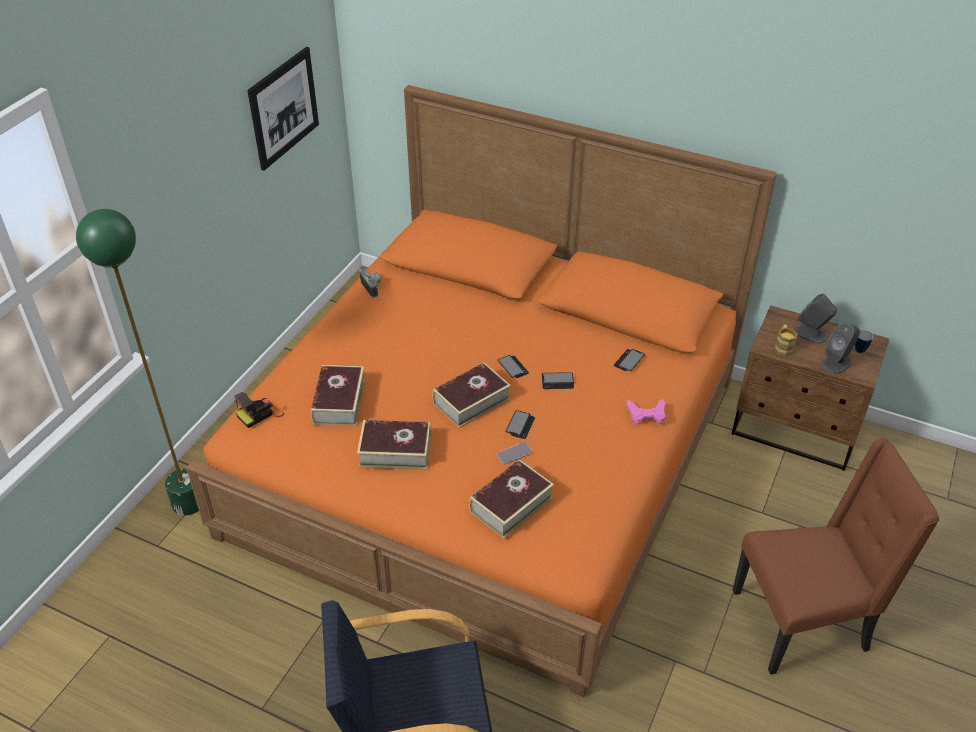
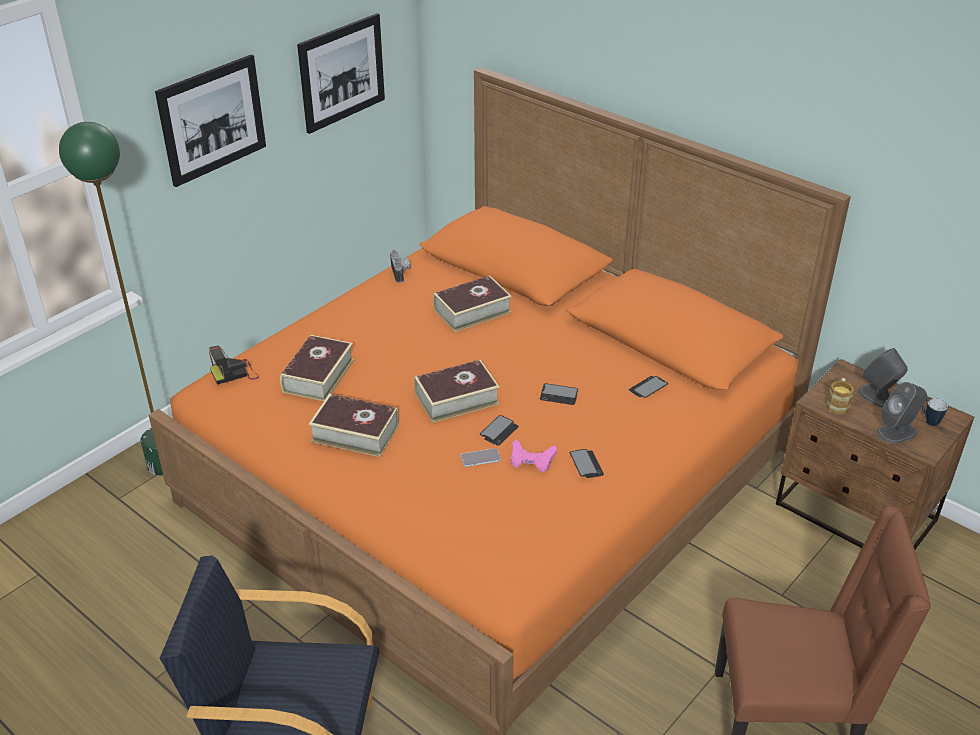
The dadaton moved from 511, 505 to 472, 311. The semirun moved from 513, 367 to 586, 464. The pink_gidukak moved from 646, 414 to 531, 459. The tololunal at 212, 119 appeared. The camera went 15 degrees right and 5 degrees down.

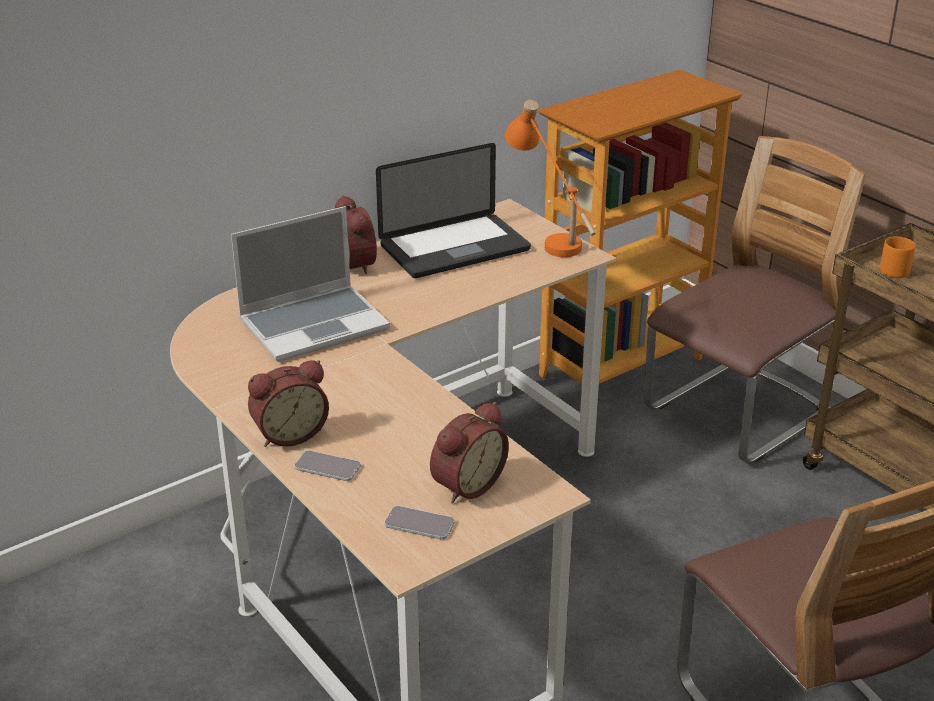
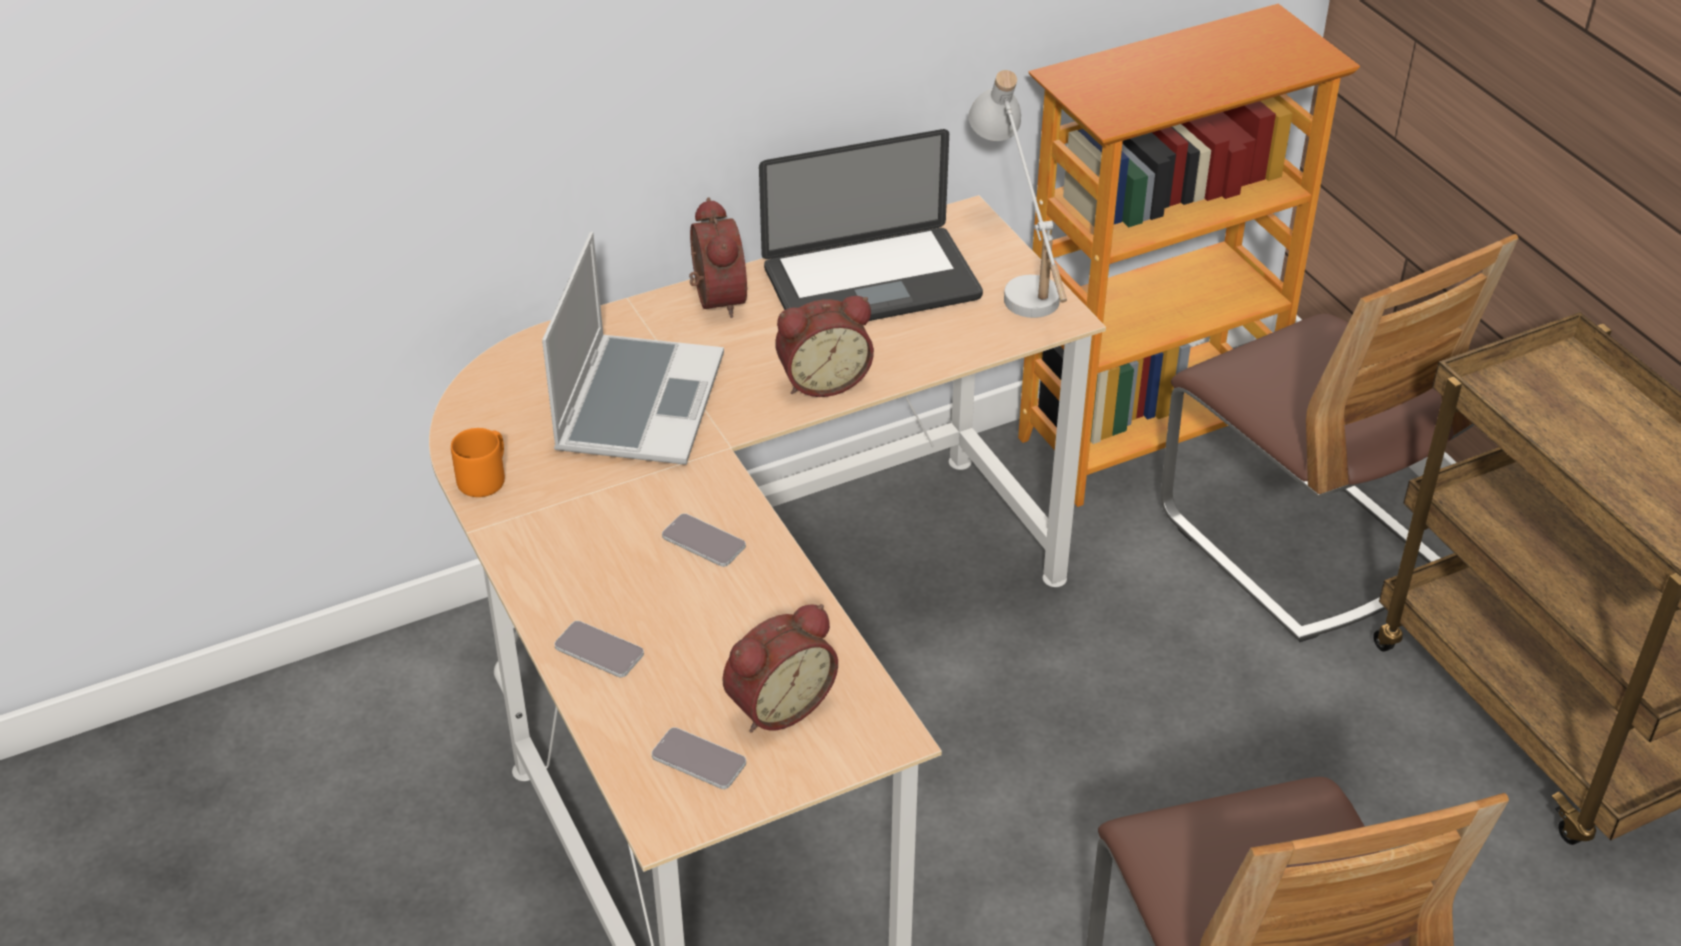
The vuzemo at 315, 324 turned 60 degrees counterclockwise. The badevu moved from 289, 433 to 822, 380. The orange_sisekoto at 550, 236 became the white_sisekoto at 1019, 276. The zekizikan at 737, 414 turned 90 degrees clockwise. The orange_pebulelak moved from 894, 269 to 485, 478. The semirun at 703, 541 appeared. The camera went 10 degrees right and 10 degrees up.

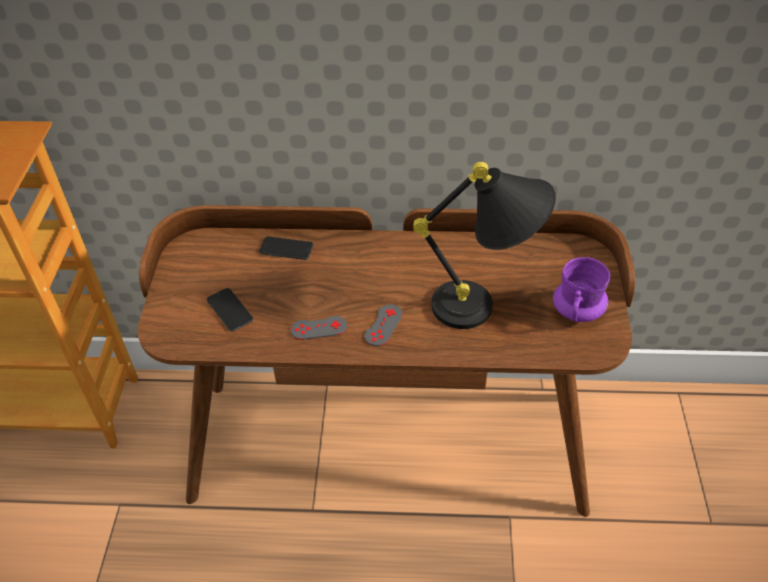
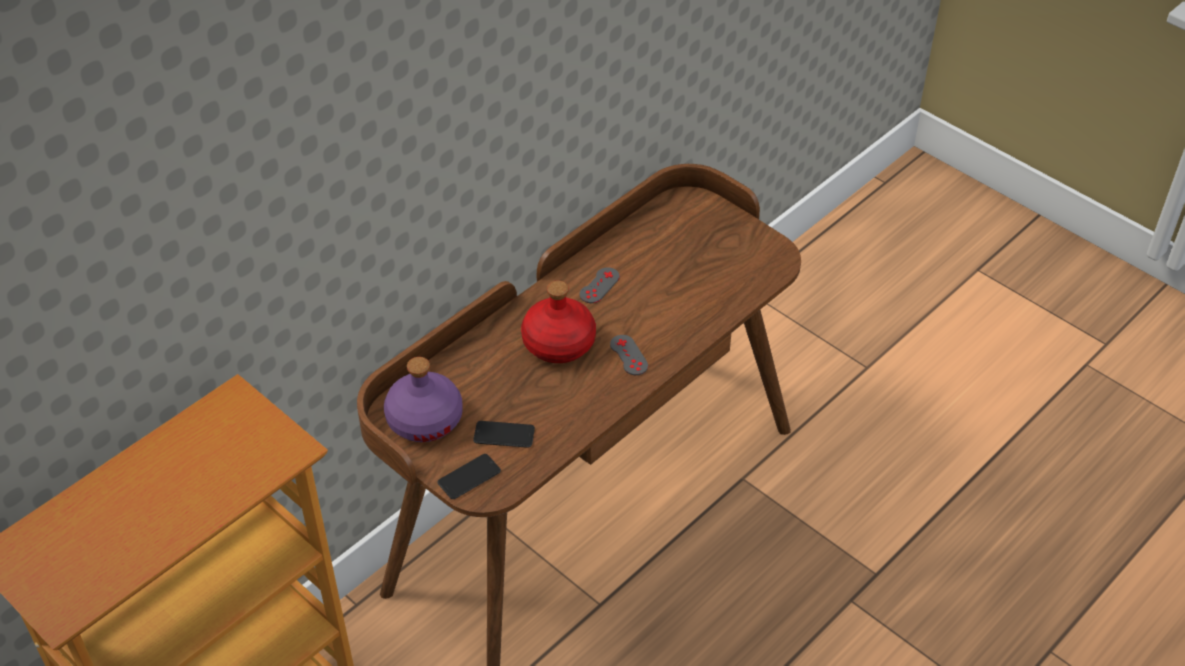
The semirun moved from 286, 249 to 469, 477. The grey_gidukak moved from 318, 328 to 599, 285. The black_sisekoto at 485, 307 disappeared. The purple_pebulelak at 577, 312 disappeared. The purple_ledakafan at 424, 419 appeared. The red_ledakafan at 559, 342 appeared. The camera went 50 degrees left and 0 degrees up.

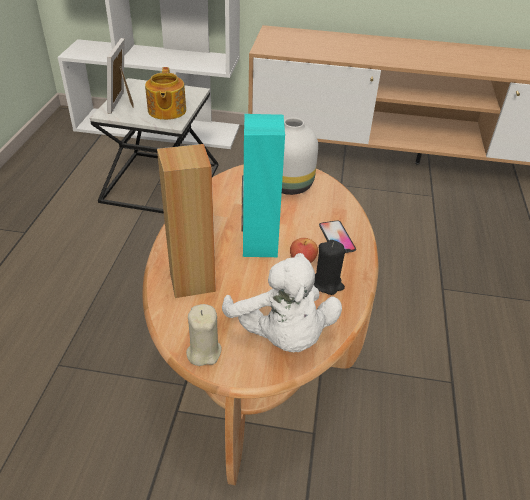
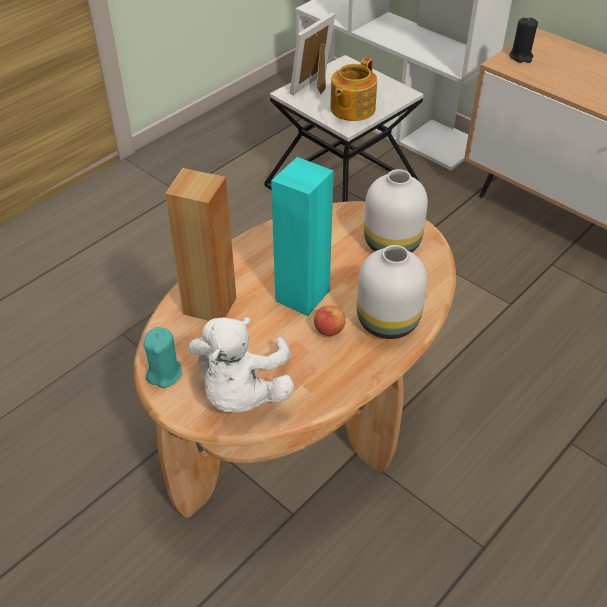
The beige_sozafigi at 203, 352 became the turquoise_sozafigi at 164, 373. The black_sozafigi moved from 327, 283 to 521, 57. The semirun at 336, 238 was replaced by the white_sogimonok at 386, 322. The camera went 35 degrees right and 5 degrees up.

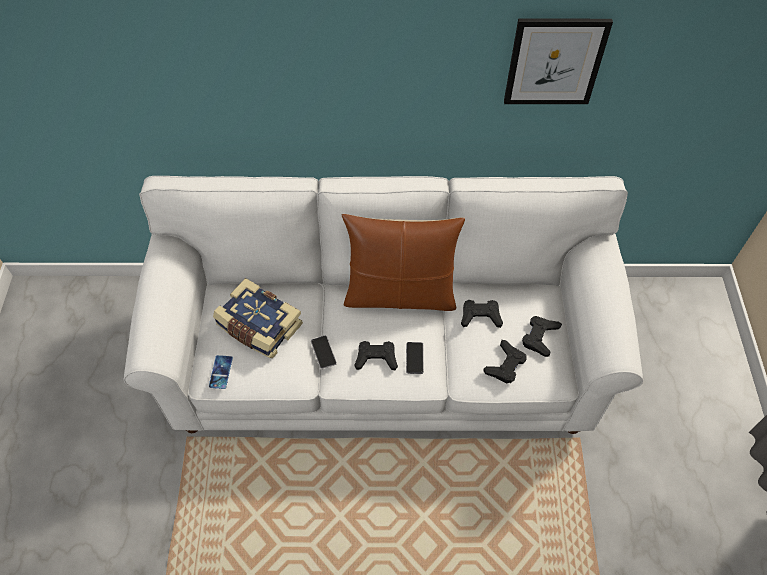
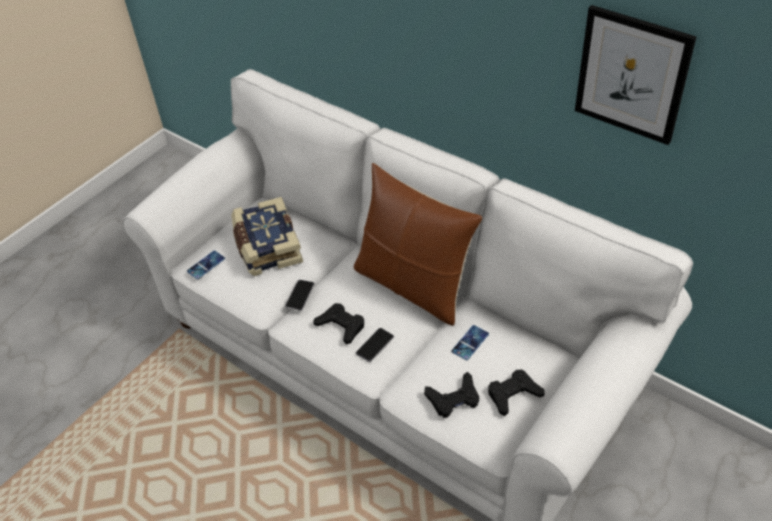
The black_gidukak at 480, 316 was replaced by the semirun at 470, 343. The camera went 40 degrees right and 10 degrees down.

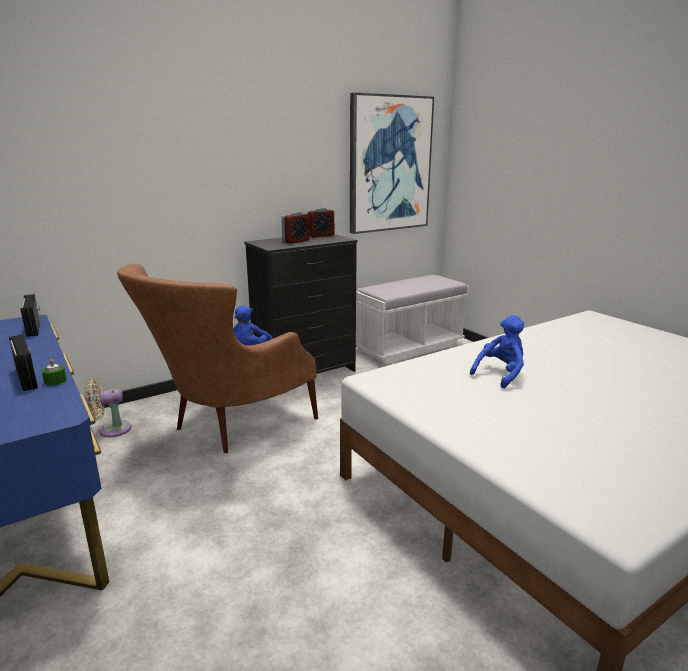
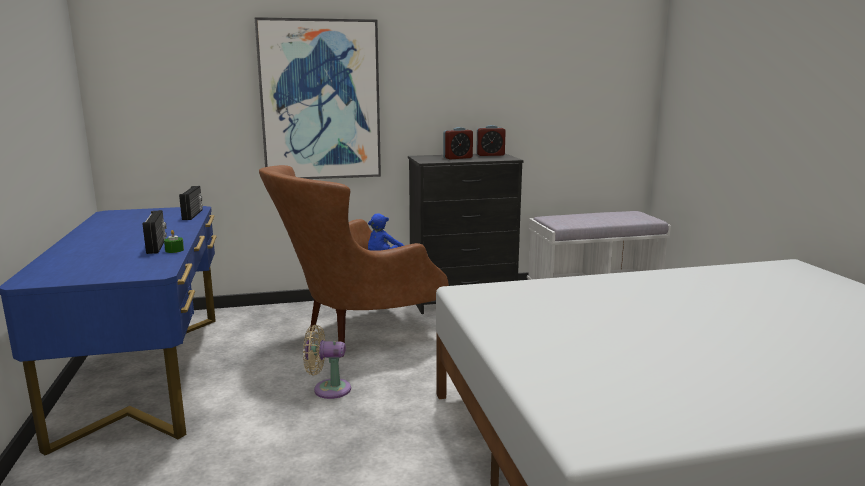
The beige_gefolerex moved from 111, 430 to 328, 389. The tololunal moved from 389, 164 to 320, 100. The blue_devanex at 500, 374 disappeared. The camera went 20 degrees right and 5 degrees down.

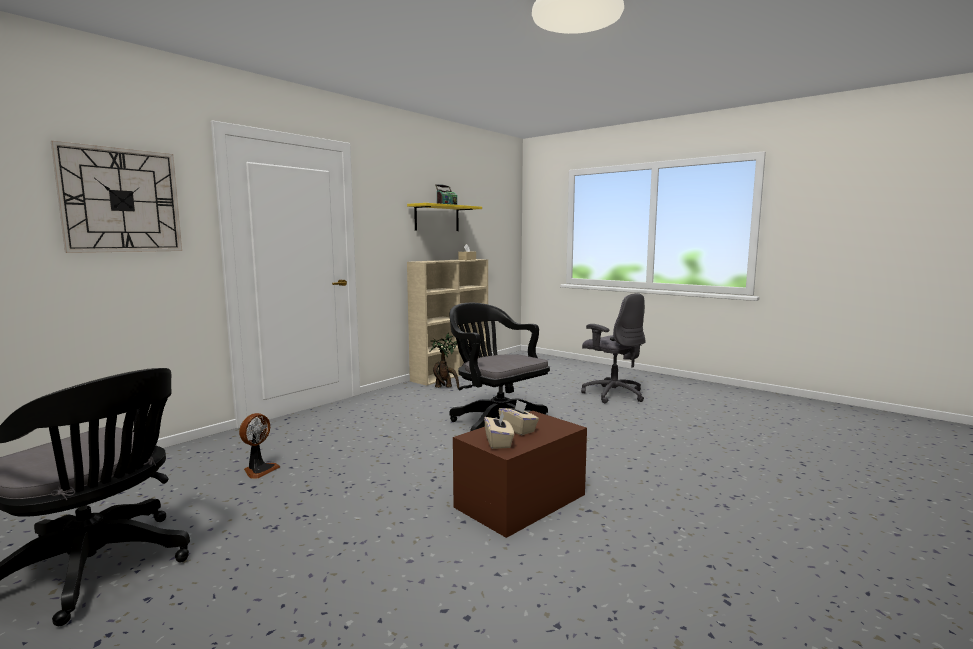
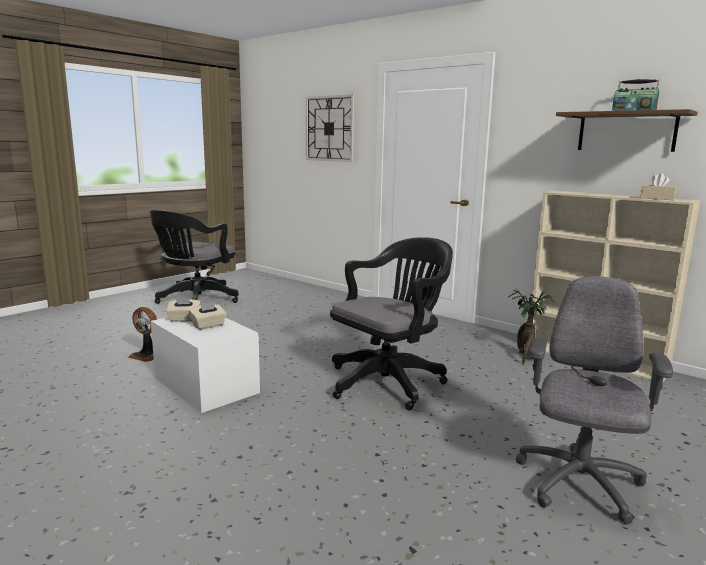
The gefolerex moved from 259, 470 to 146, 356. The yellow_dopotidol at 437, 218 became the brown_dopotidol at 626, 132. The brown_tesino at 520, 501 became the white_tesino at 205, 385. The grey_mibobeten at 613, 394 turned 150 degrees clockwise. The camera went 90 degrees right and 5 degrees up.

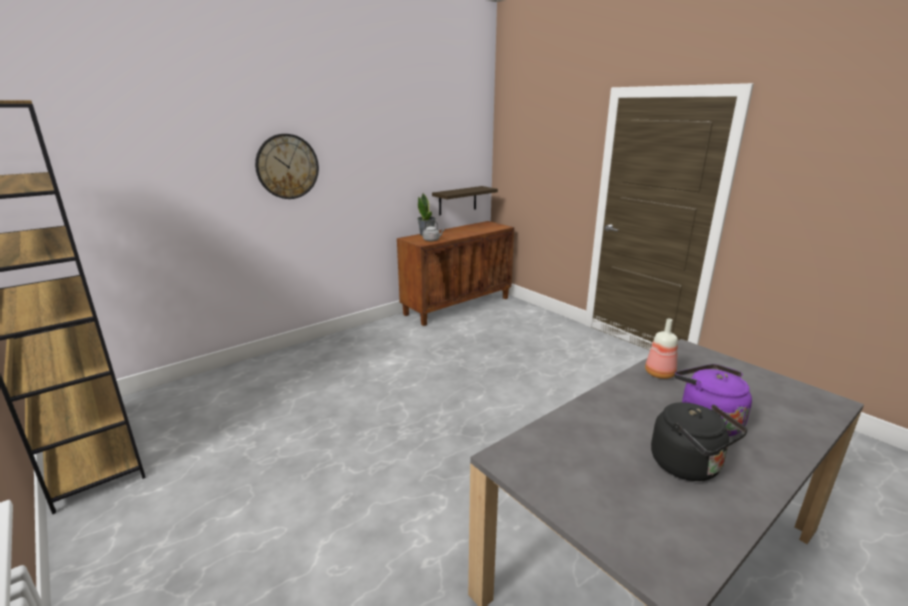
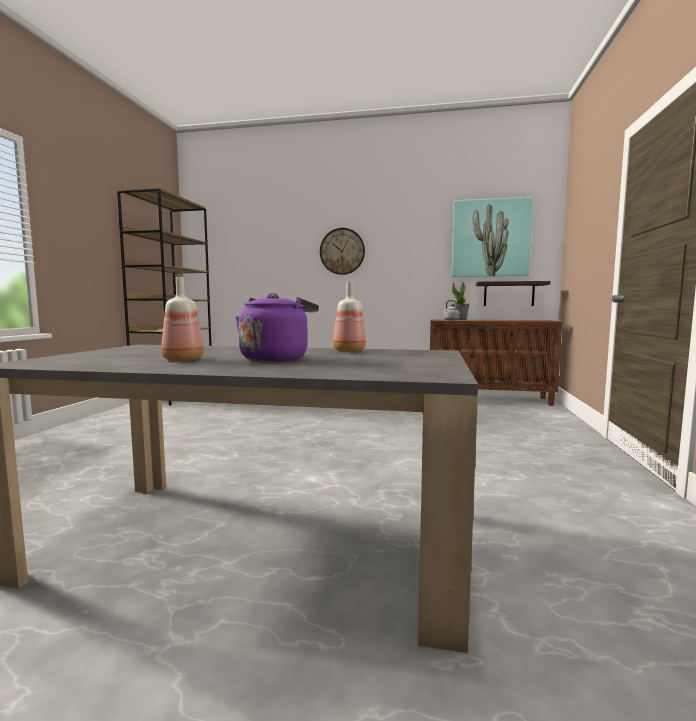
The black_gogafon at 689, 466 was replaced by the ledakafan at 181, 360. The tololunal at 490, 238 appeared. The camera went 50 degrees right and 15 degrees down.

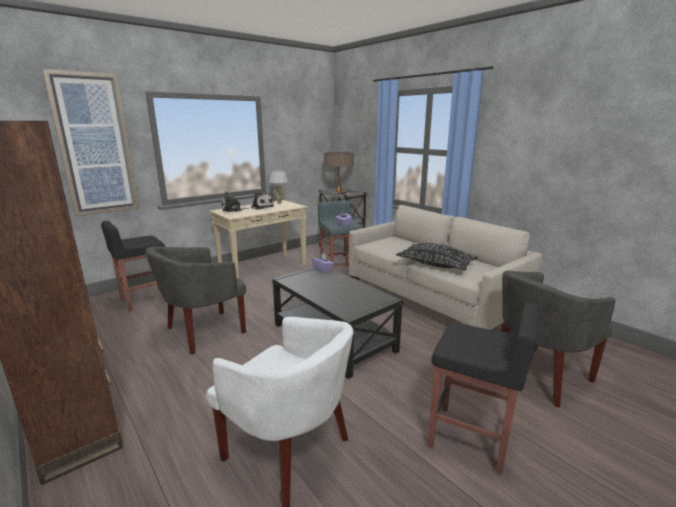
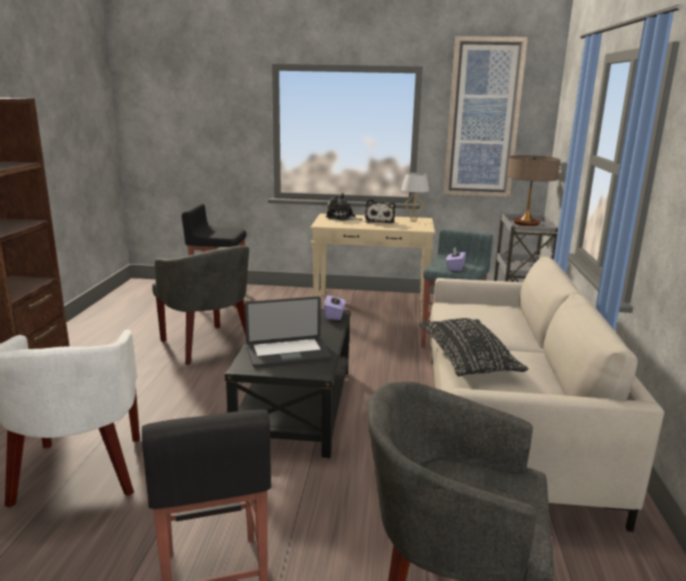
The tololunal moved from 95, 145 to 483, 119. The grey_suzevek at 203, 332 turned 135 degrees counterclockwise. The vuzemo at 288, 354 appeared. The camera went 45 degrees right and 0 degrees up.

